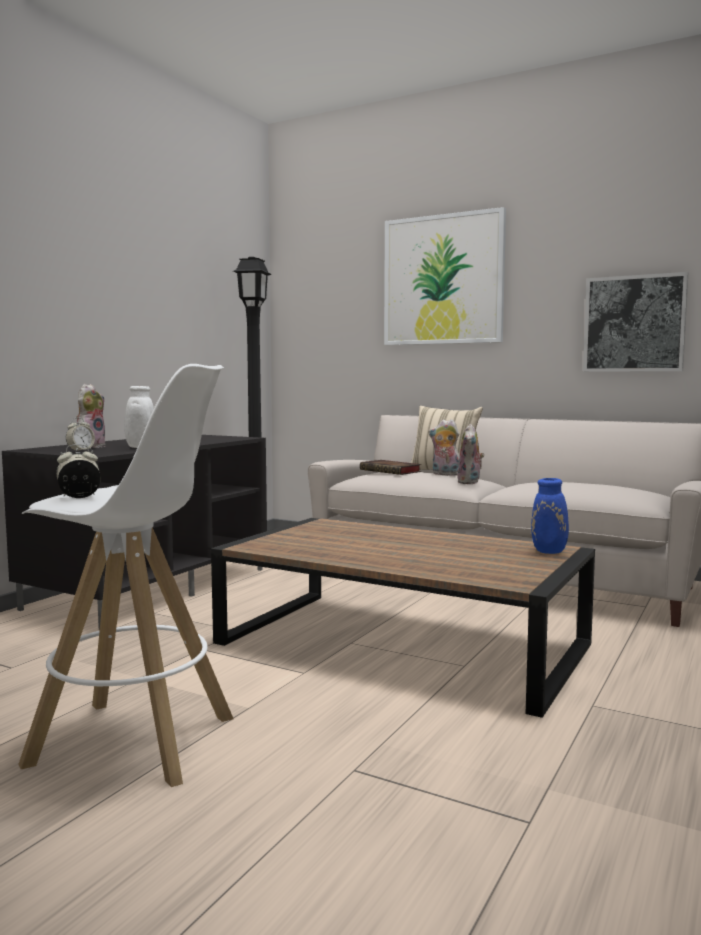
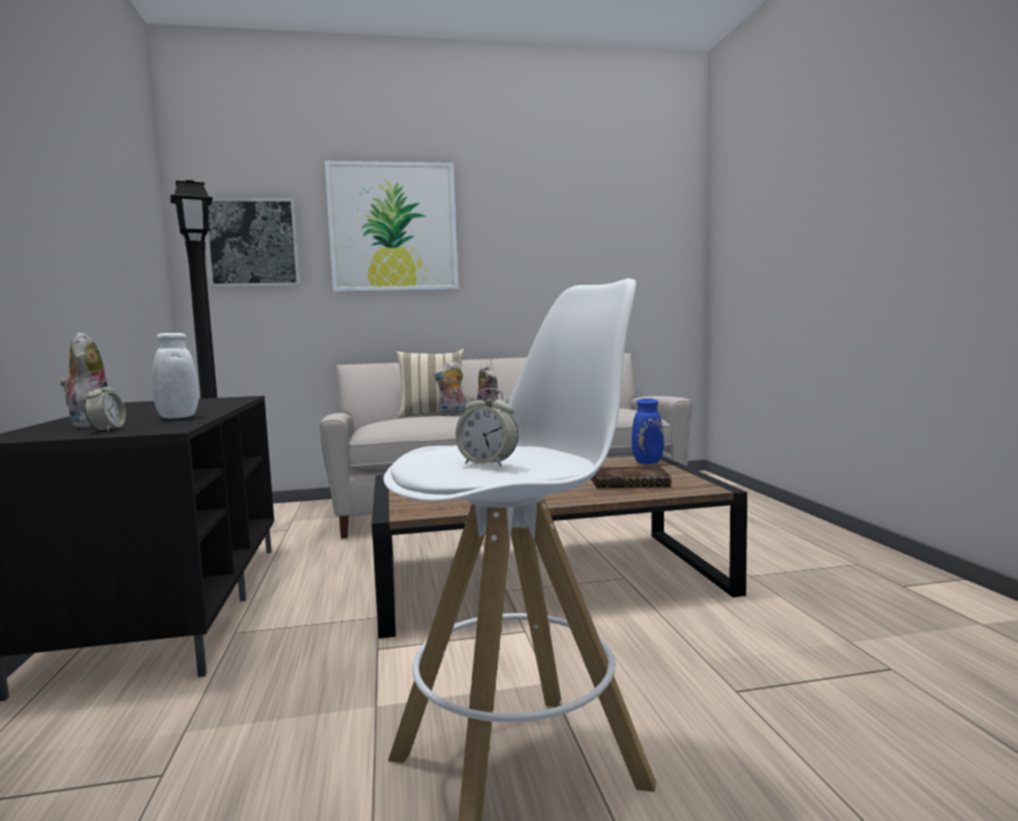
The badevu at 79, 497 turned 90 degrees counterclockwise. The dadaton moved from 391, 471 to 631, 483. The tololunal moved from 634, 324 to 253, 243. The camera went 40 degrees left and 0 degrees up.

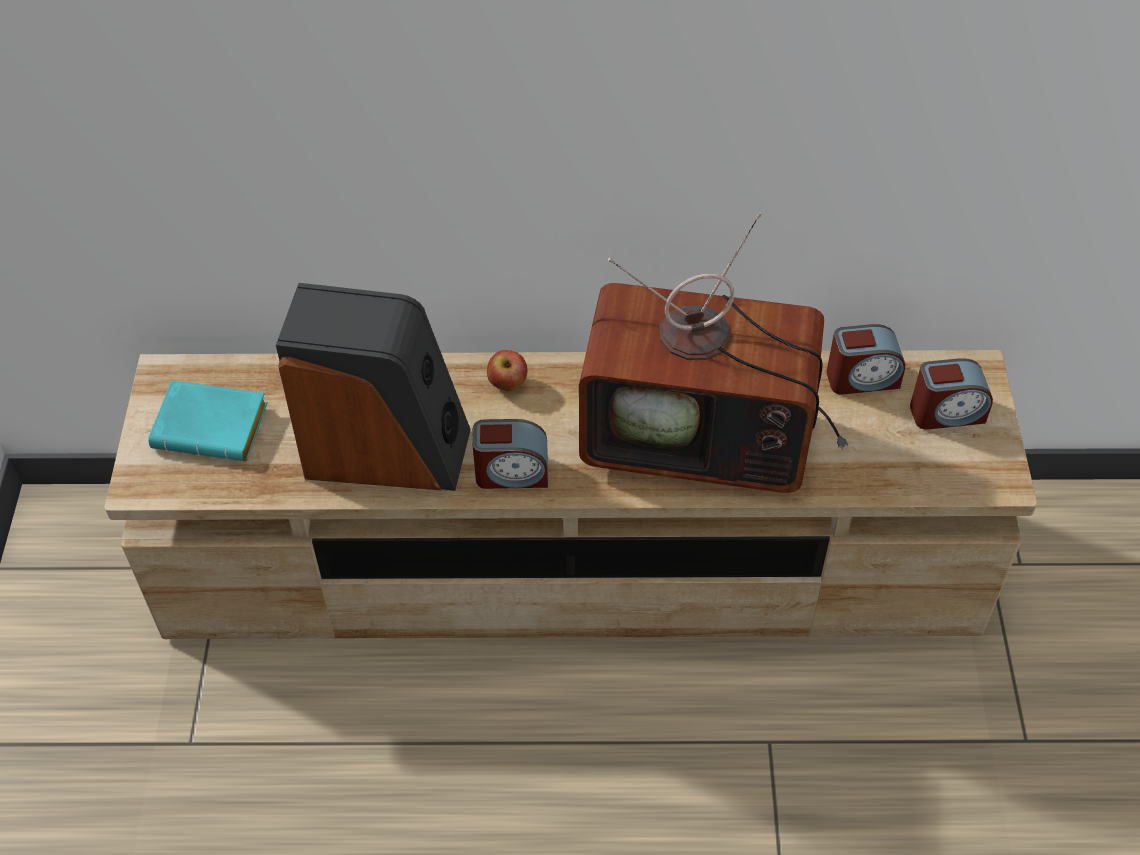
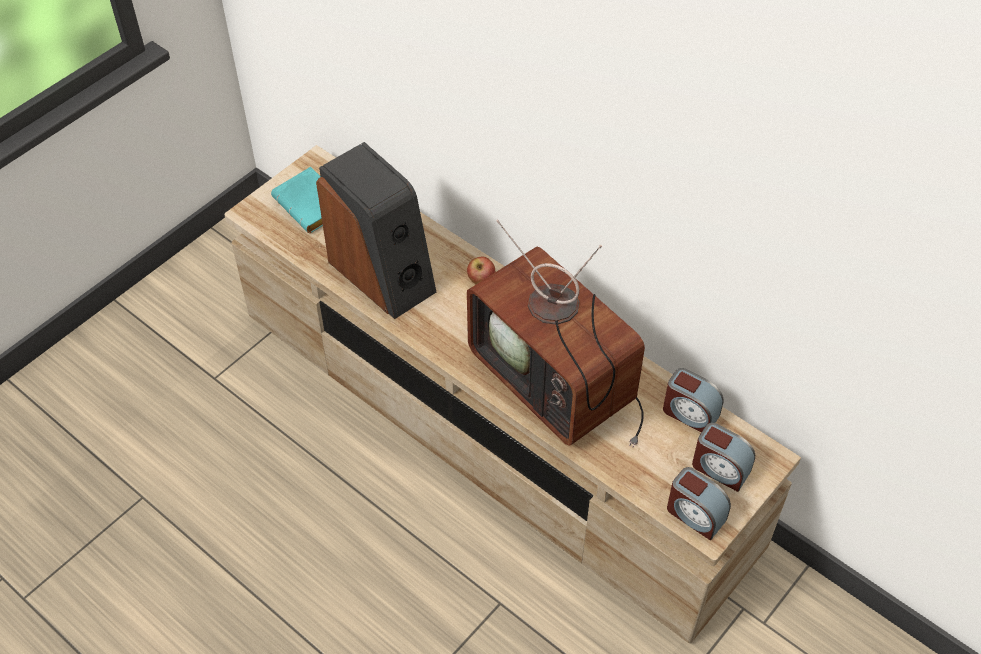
The badevu moved from 511, 473 to 695, 514. The camera went 40 degrees right and 0 degrees up.

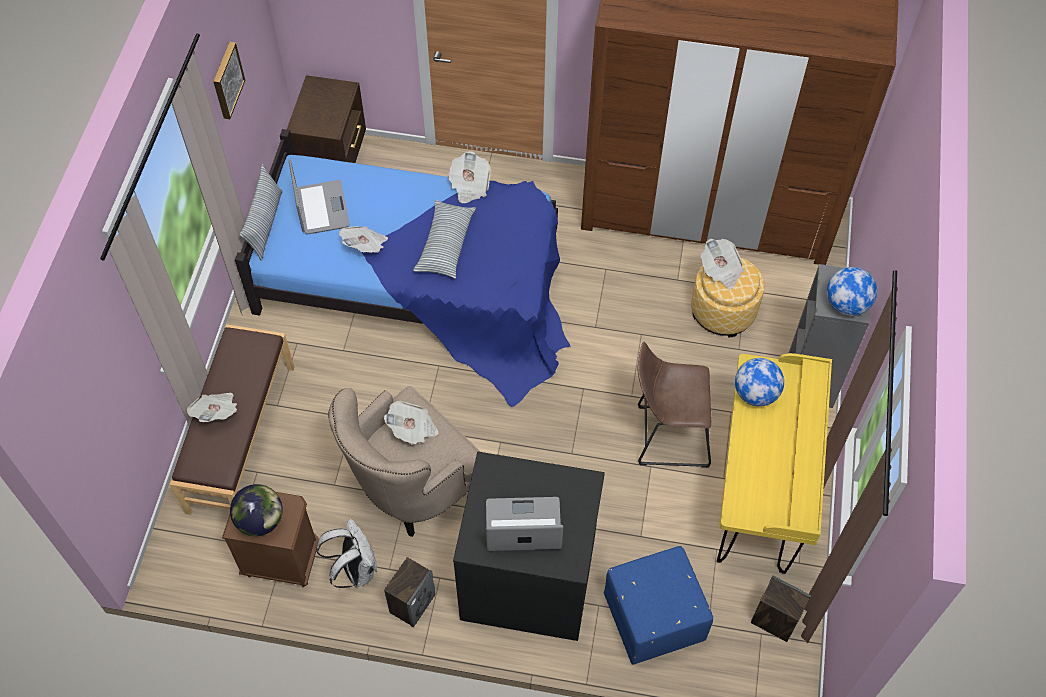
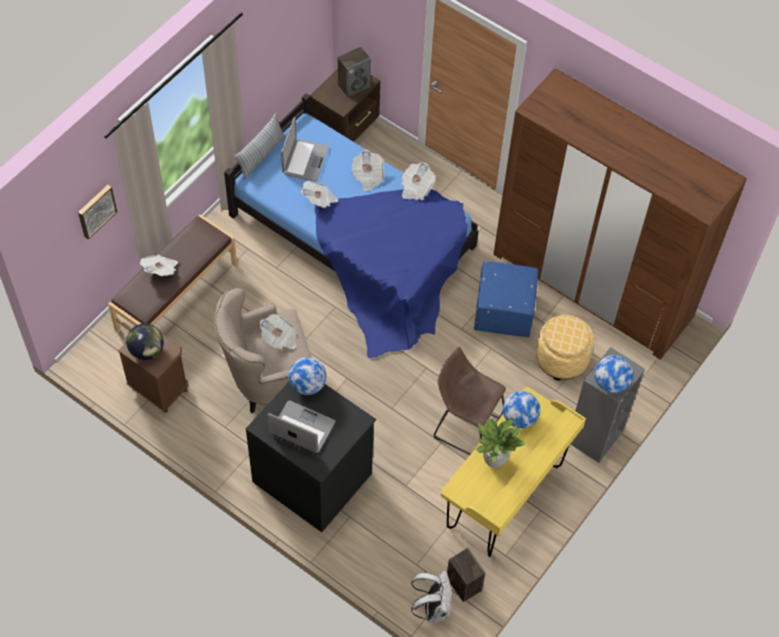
The tololunal moved from 226, 80 to 96, 210. The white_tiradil moved from 355, 569 to 432, 607. The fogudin moved from 412, 603 to 354, 85. The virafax at 445, 245 disappeared. The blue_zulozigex moved from 652, 617 to 503, 312. The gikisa moved from 721, 270 to 368, 176. The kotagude at 307, 385 appeared. The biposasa at 494, 460 appeared. The camera went 25 degrees right and 0 degrees up.

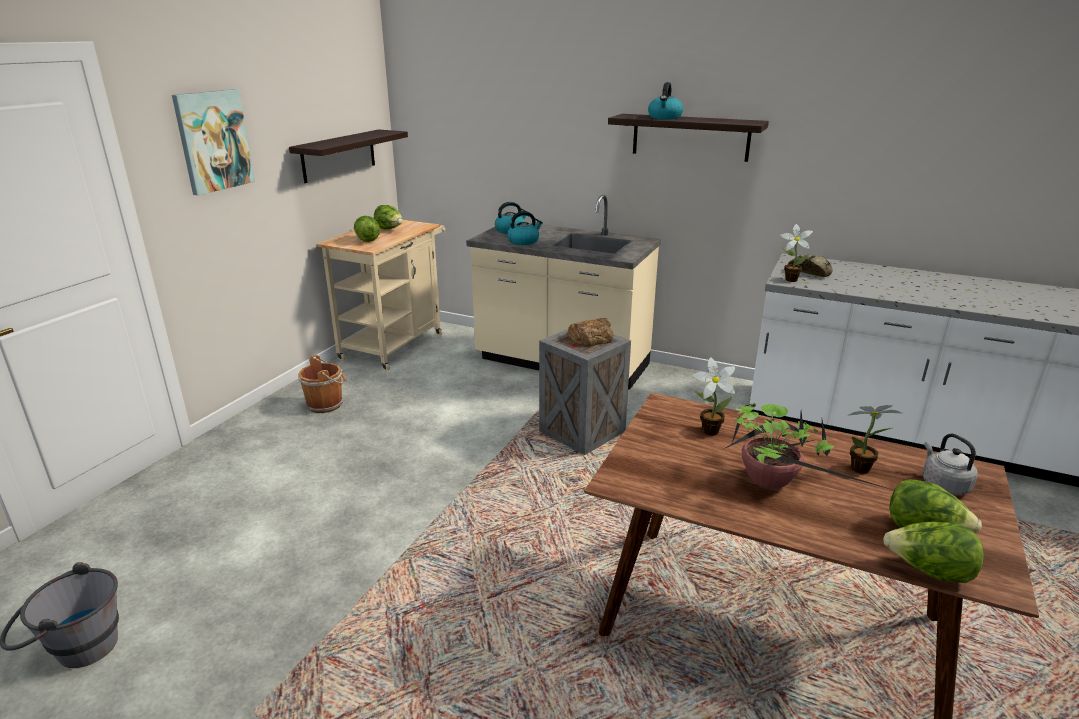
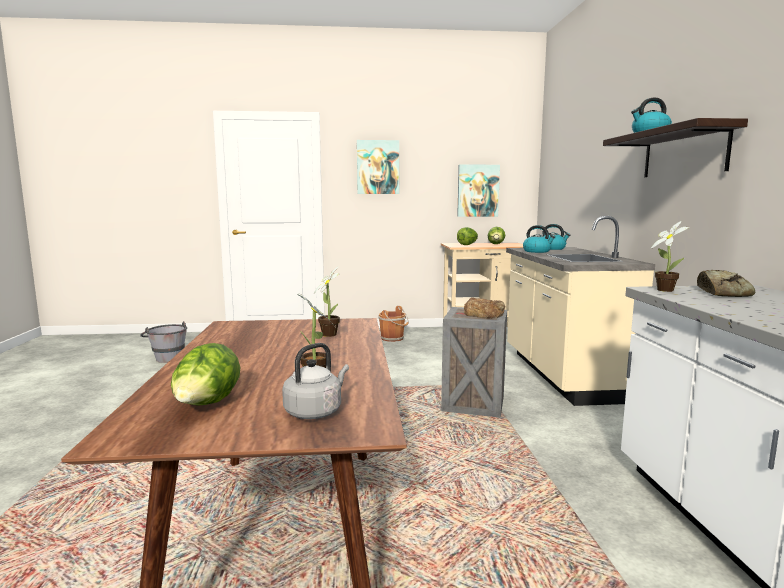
The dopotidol at 339, 155 was replaced by the tololunal at 478, 190. The biposasa at 771, 483 disappeared. The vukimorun at 928, 572 disappeared. The camera went 60 degrees right and 15 degrees down.

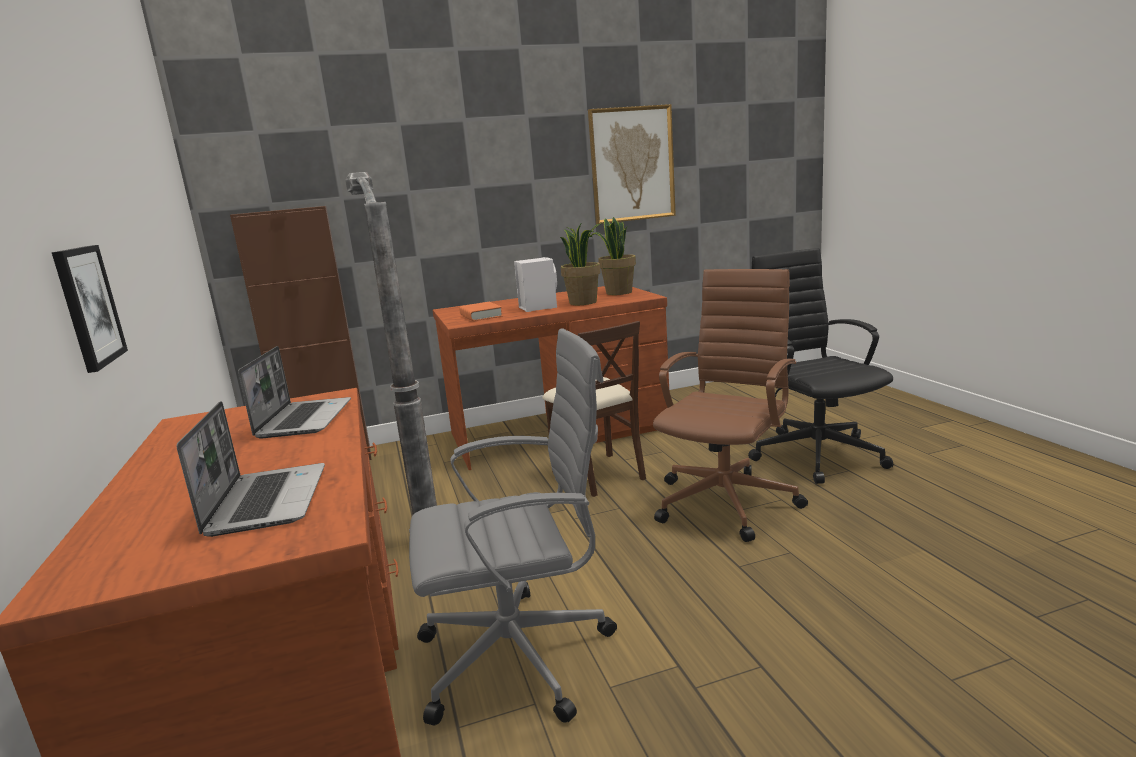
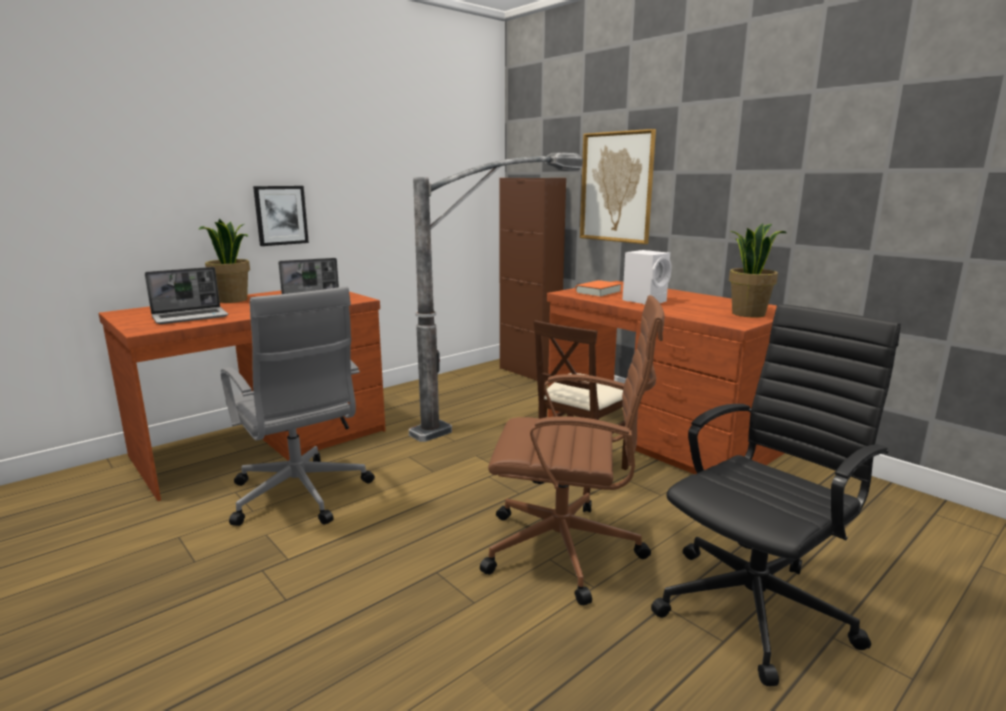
The biposasa moved from 583, 302 to 232, 300. The tololunal moved from 632, 164 to 616, 187. The camera went 65 degrees right and 0 degrees up.

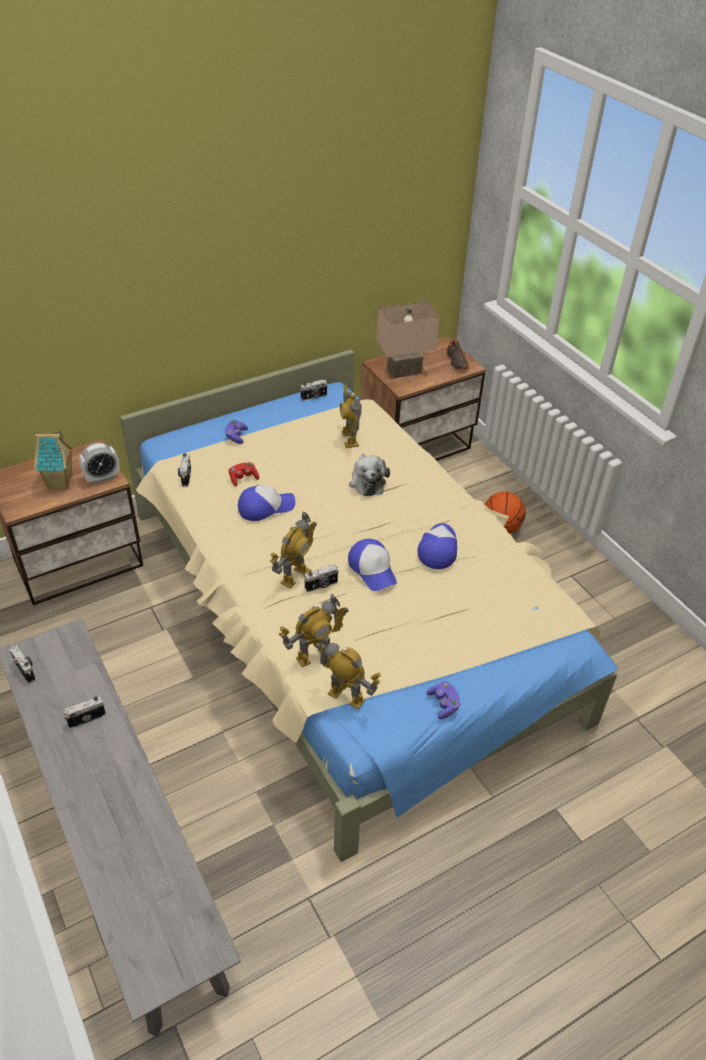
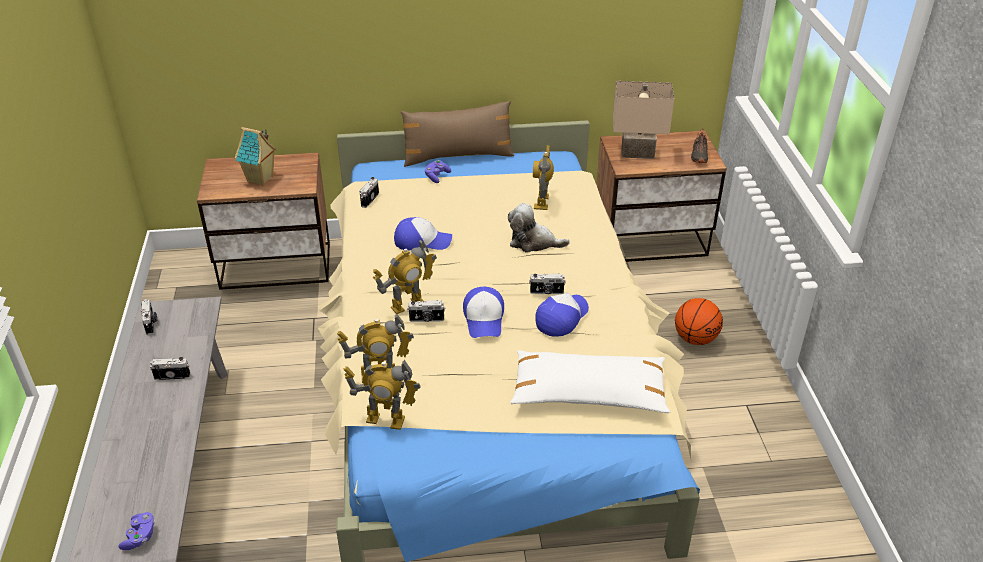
The badevu at 102, 478 disappeared. The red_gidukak at 243, 478 disappeared. The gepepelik moved from 314, 397 to 546, 292. The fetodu at 346, 696 turned 135 degrees clockwise. The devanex at 367, 481 turned 90 degrees clockwise. The purple_gidukak moved from 443, 704 to 140, 537. The brown_virafax at 458, 156 appeared. The white_virafax at 588, 393 appeared. The camera went 25 degrees right and 5 degrees down.

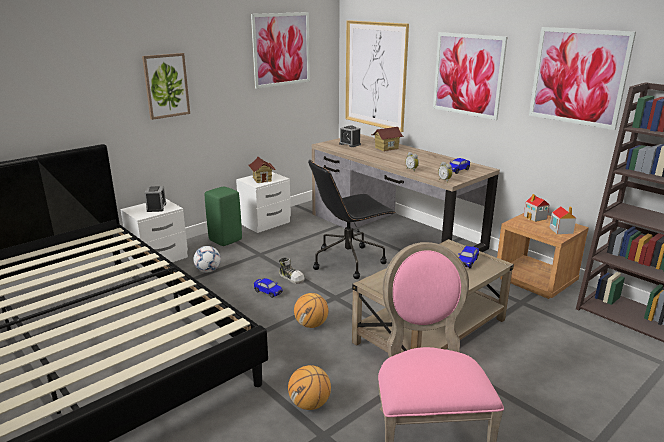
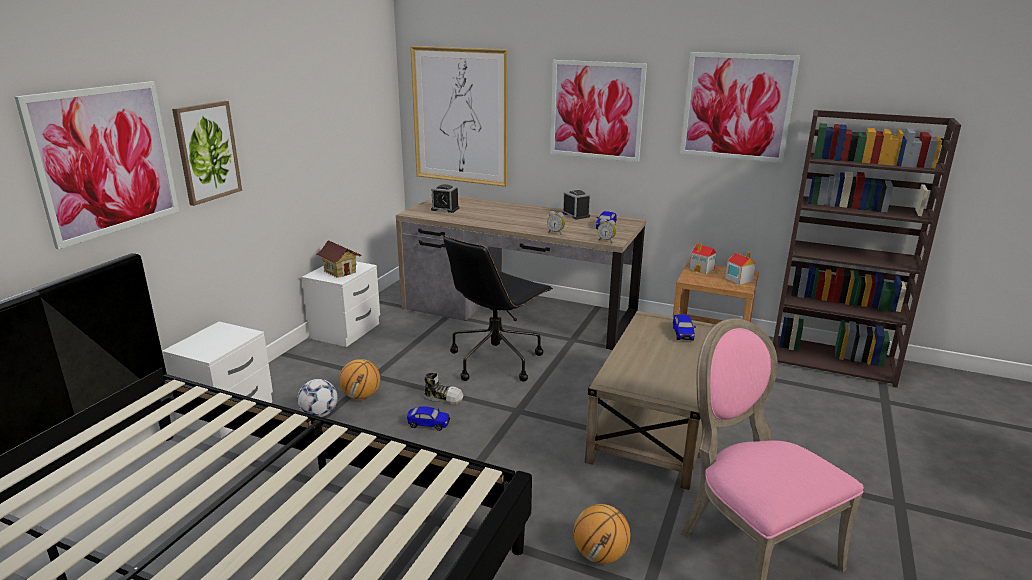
The badevu moved from 156, 207 to 576, 215. The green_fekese at 225, 240 disappeared. The tololunal moved from 281, 49 to 105, 161. The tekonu moved from 311, 325 to 361, 396. The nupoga at 386, 148 disappeared. The camera went 25 degrees left and 0 degrees up.

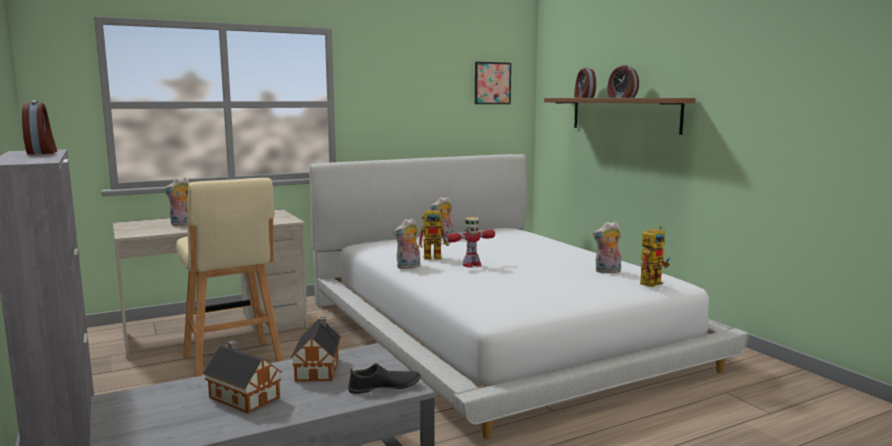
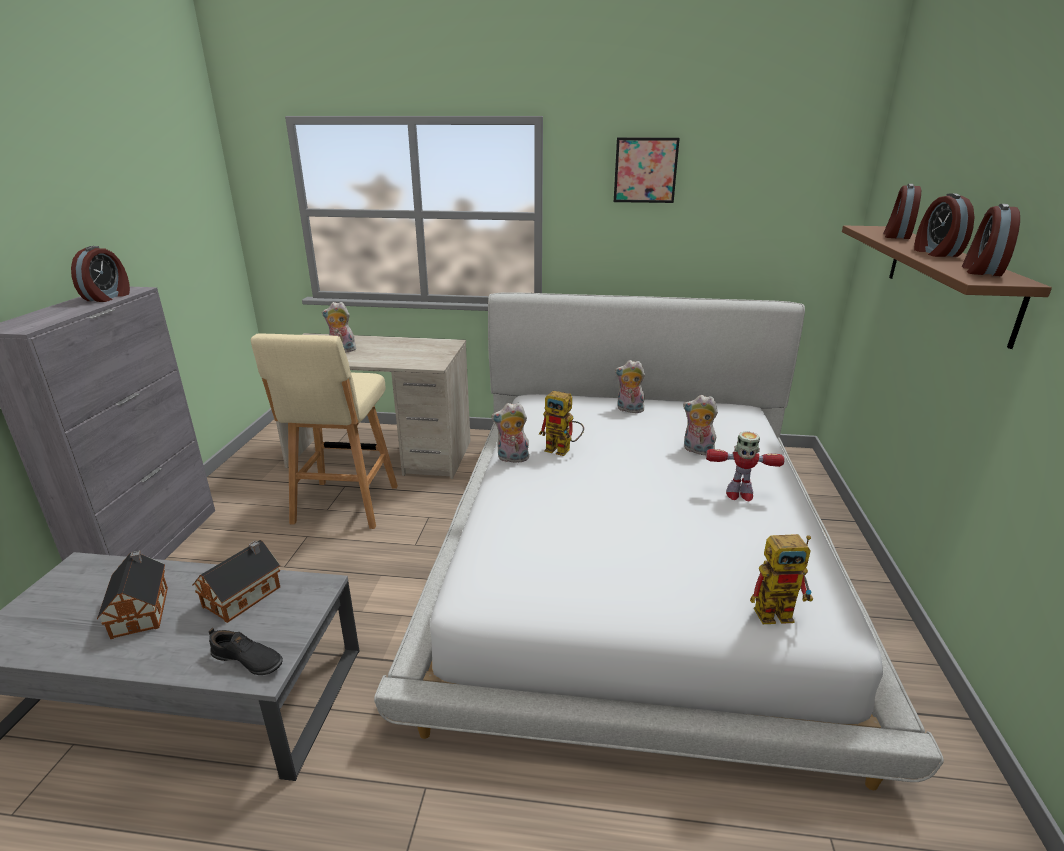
The fetodu moved from 471, 265 to 738, 494. The tololunal moved from 492, 83 to 645, 170. The devanex moved from 607, 271 to 697, 450. The badevu at 981, 270 appeared. The camera went 35 degrees right and 15 degrees up.

